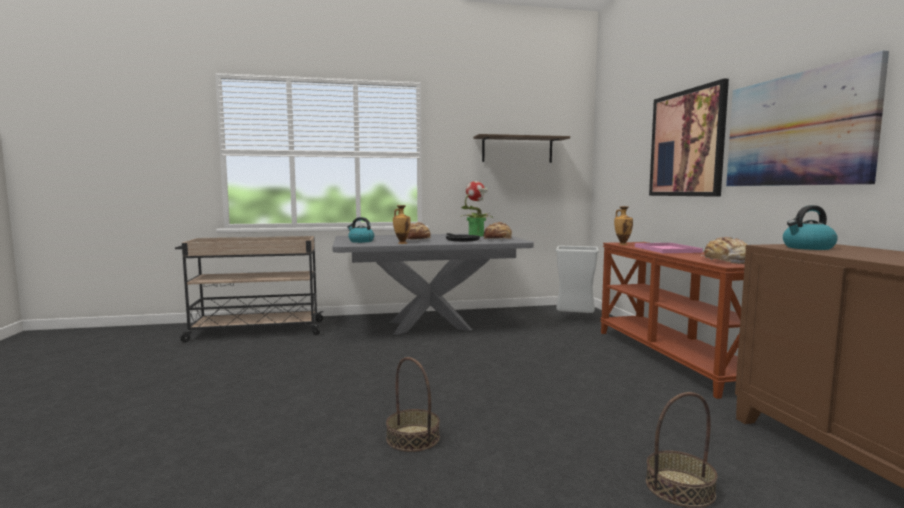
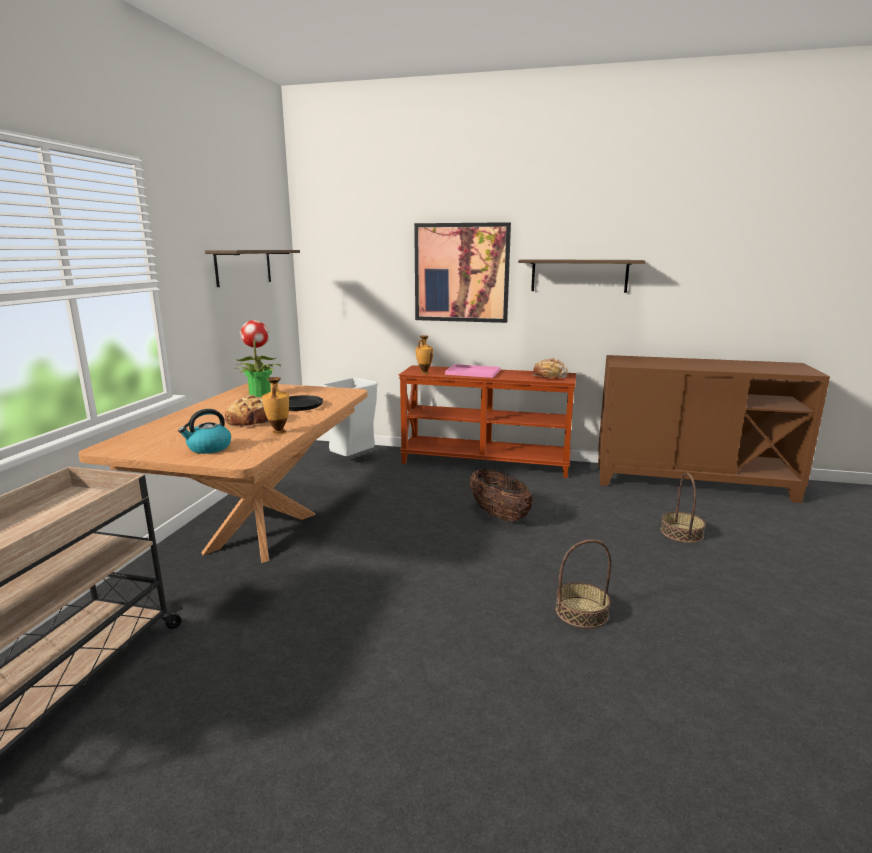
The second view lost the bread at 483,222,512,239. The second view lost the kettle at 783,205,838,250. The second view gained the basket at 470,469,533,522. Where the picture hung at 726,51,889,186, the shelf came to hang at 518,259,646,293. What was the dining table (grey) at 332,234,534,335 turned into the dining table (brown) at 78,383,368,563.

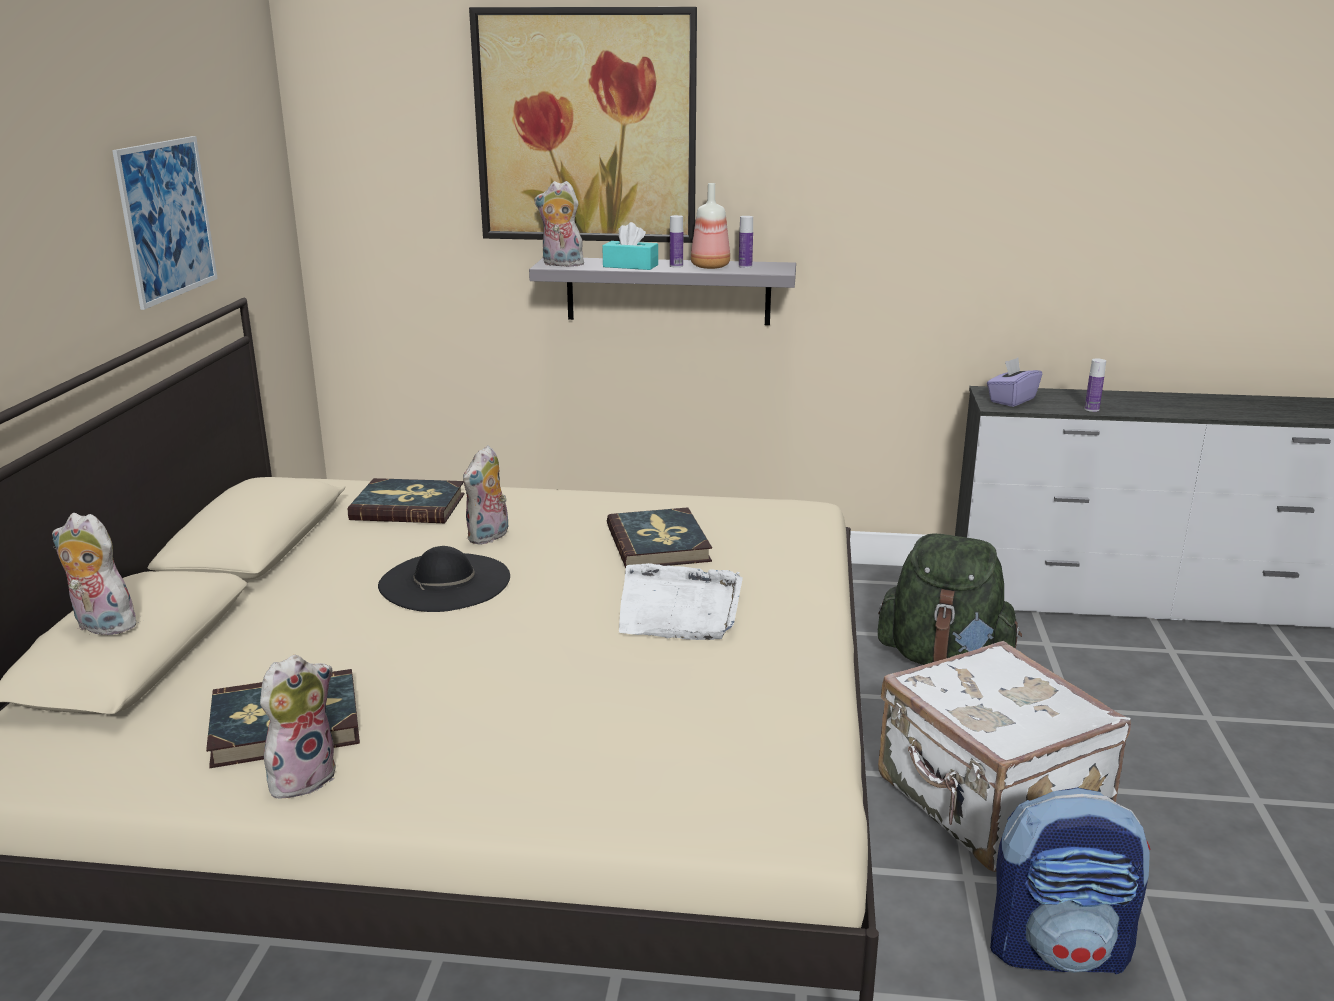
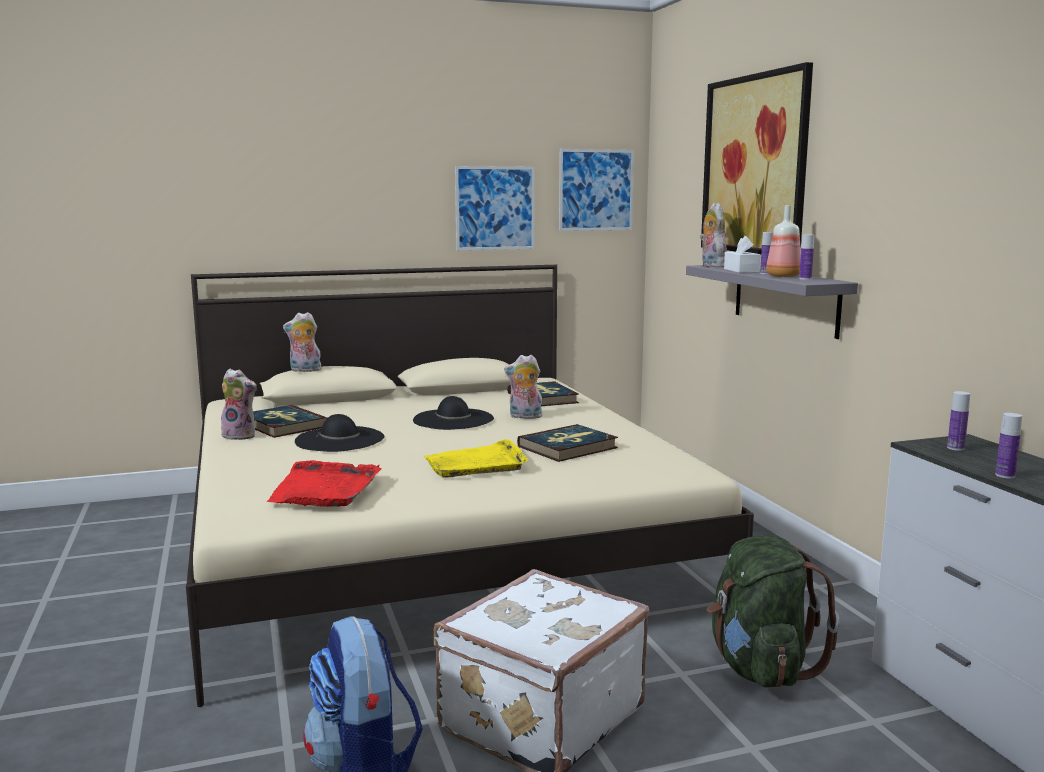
The second view gained the tray (red) at 267,460,381,507. The second view gained the hat (black) at 295,414,384,452. The second view gained the picture at 559,149,634,231. Where the tissue box (purple) stood at 987,358,1042,407, the bottle came to stand at 947,391,970,451. What was the tissue box (turquoise) at 602,222,658,270 turned into the tissue box (white) at 724,236,760,273. What was the tray (white) at 619,563,743,640 turned into the tray (yellow) at 424,439,529,478. The plush toy at 52,513,143,638 ended up facing another way, 90 degrees counterclockwise from before.

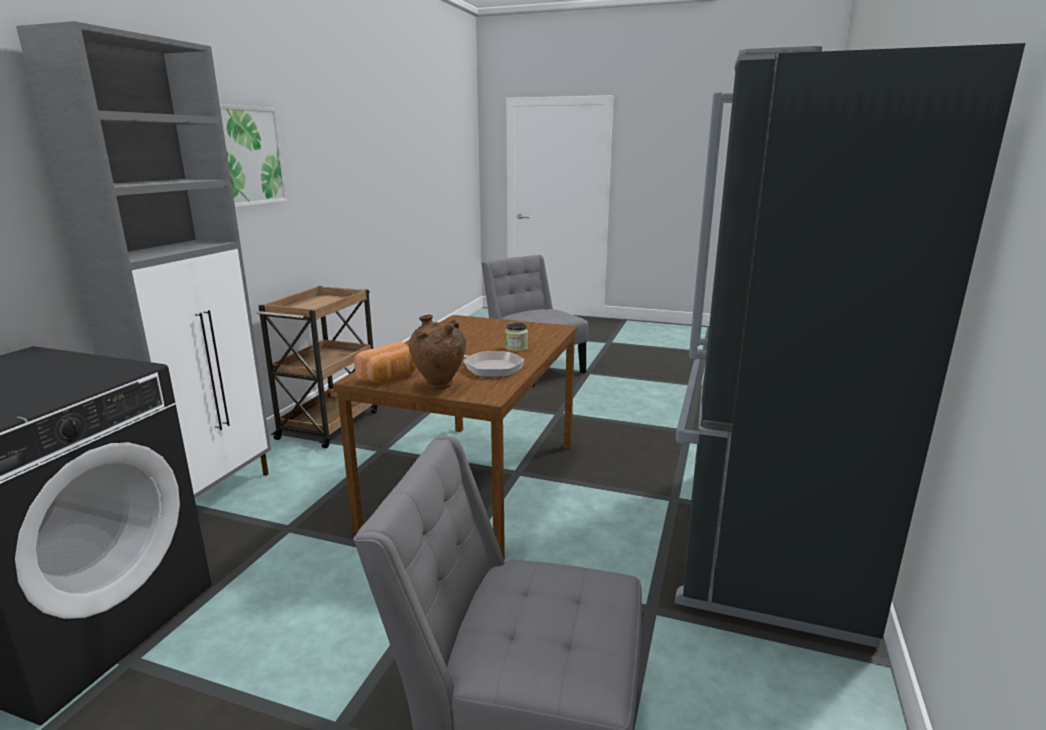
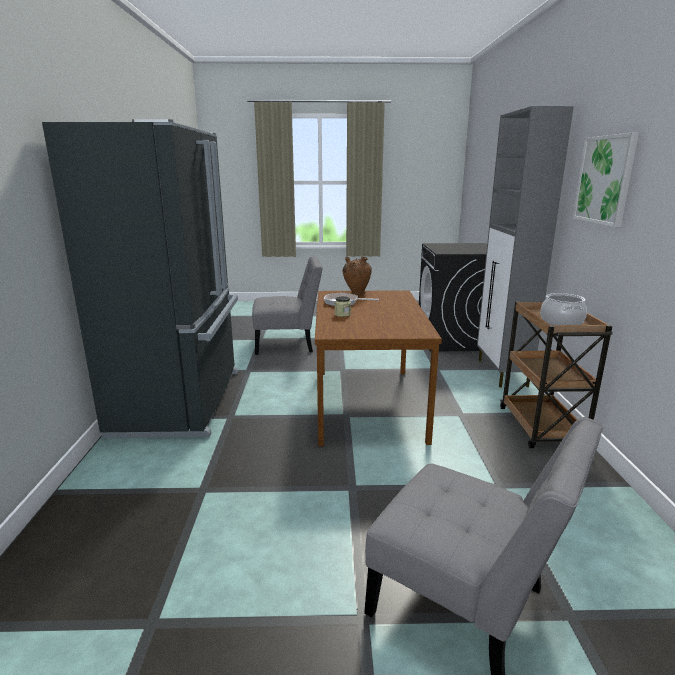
The second view lost the bread at 354,341,416,383. The second view gained the cooking pot at 540,293,587,325.

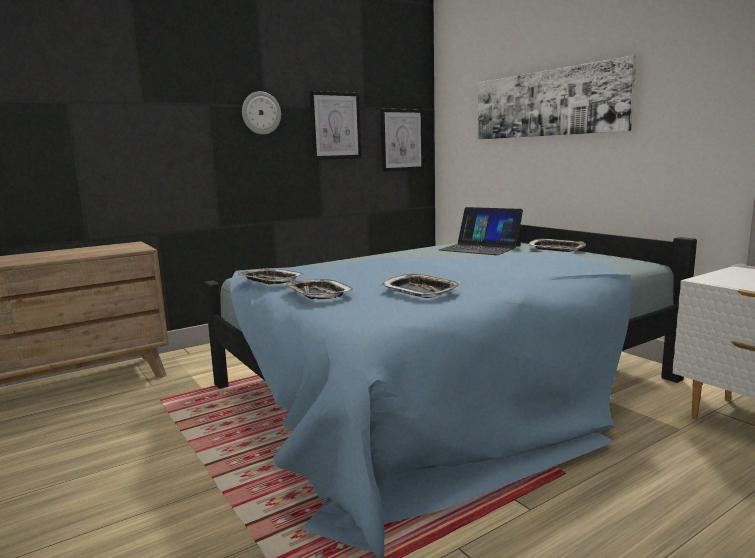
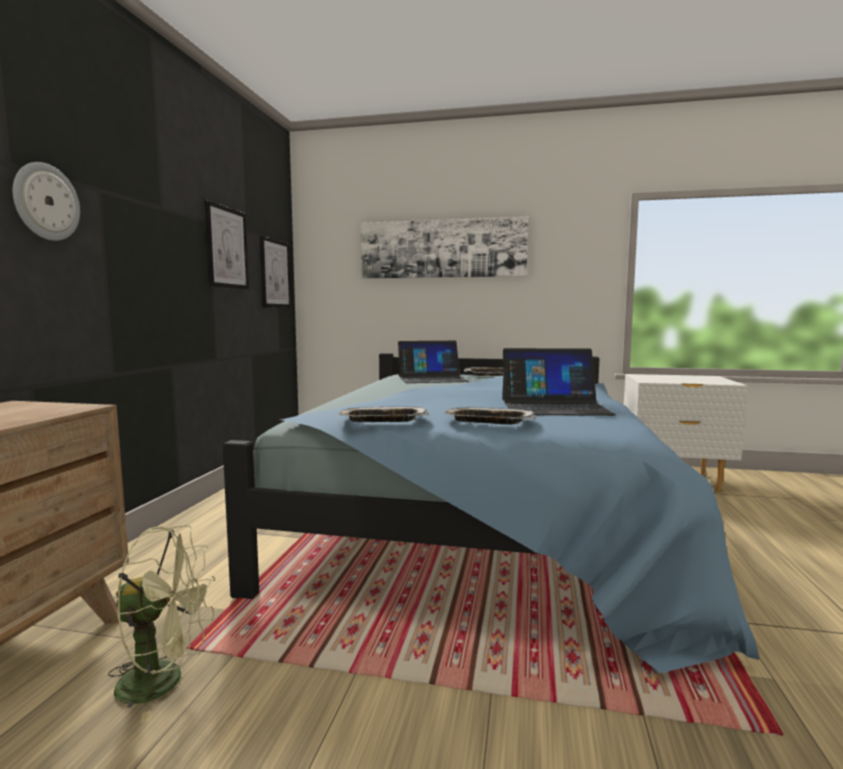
The second view gained the fan (green) at 108,525,215,723. The wall clock ended up elsewhere, having gone from 242,91,281,135 to 13,162,80,241. Where the tray stood at 381,274,460,298, the laptop came to stand at 502,348,616,416.

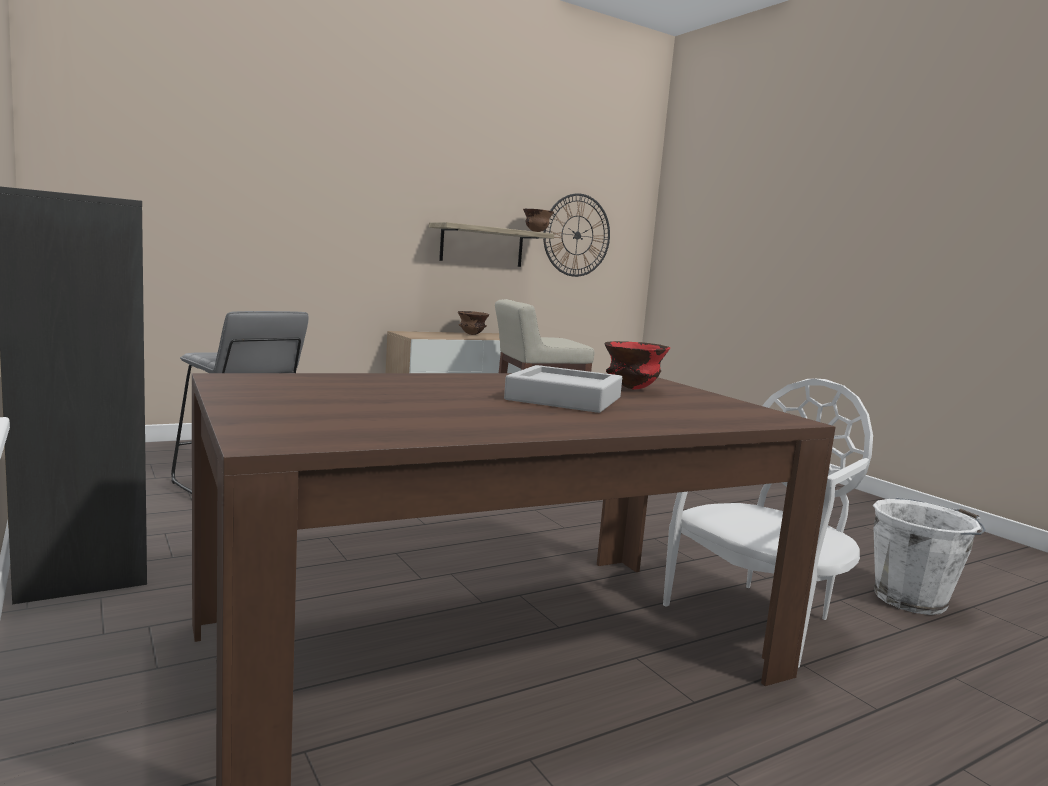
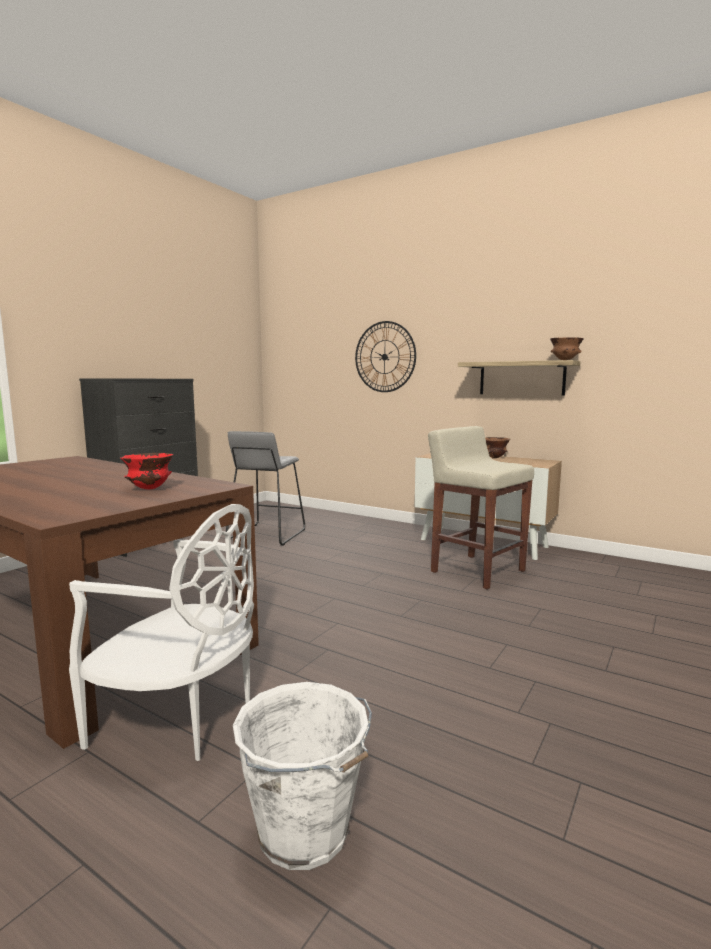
The second view lost the tray (grey) at 504,365,622,413. The wall clock ended up elsewhere, having gone from 543,193,610,277 to 355,321,416,392.

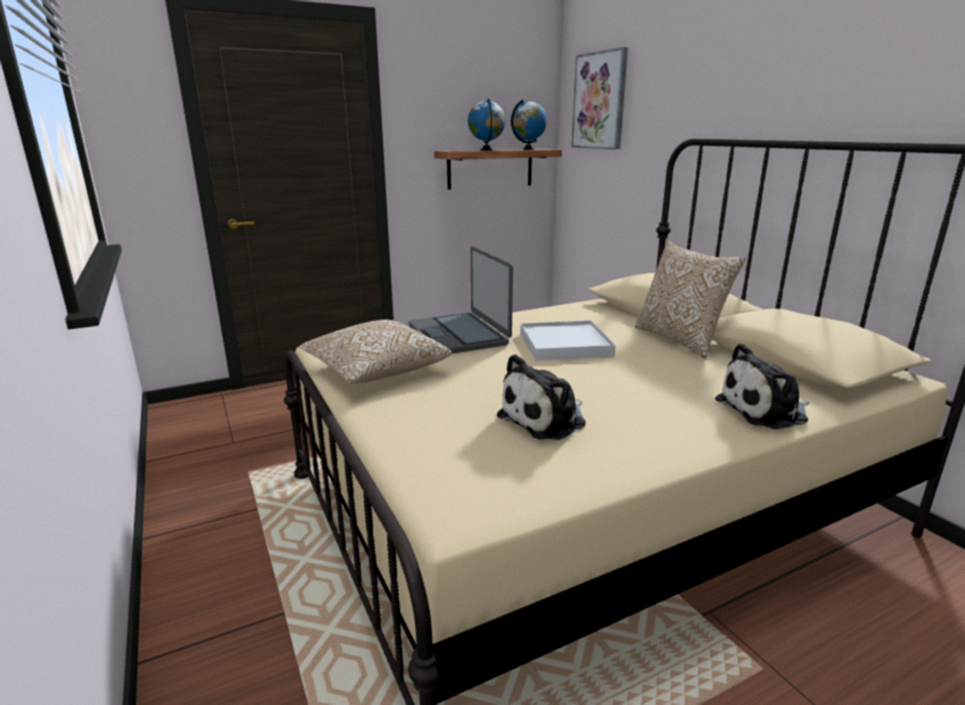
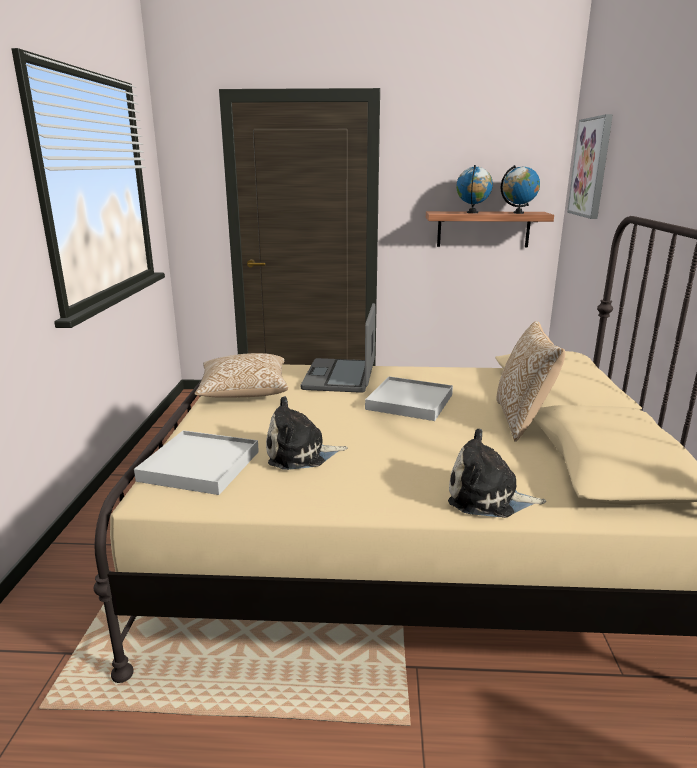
The second view gained the tray (white) at 134,430,259,495.

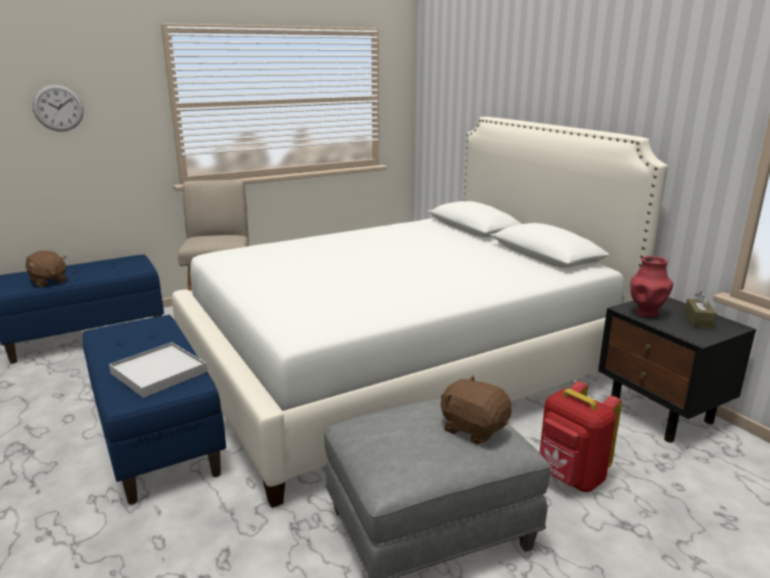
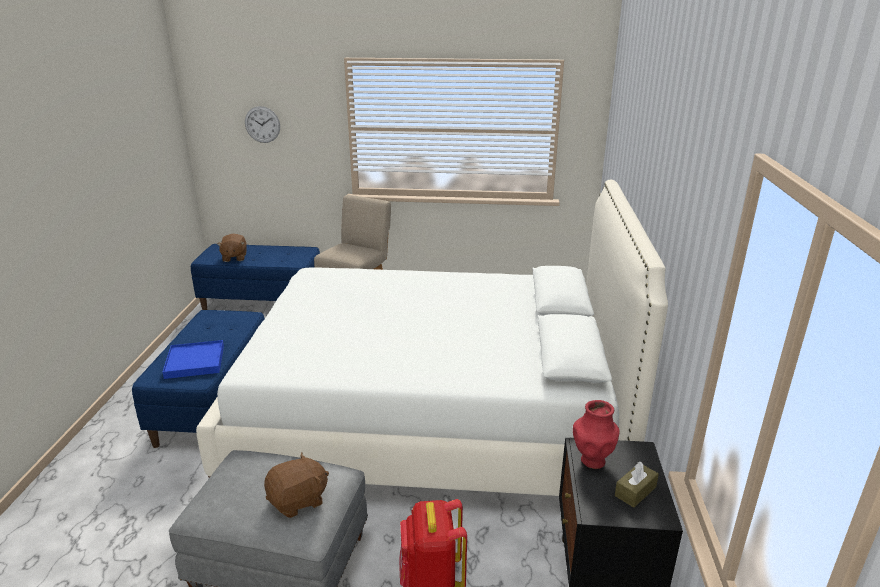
What was the tray (white) at 109,342,207,398 turned into the tray (blue) at 163,340,224,379. The plush toy (brown) at 441,375,512,445 ended up facing another way, 75 degrees clockwise from before.

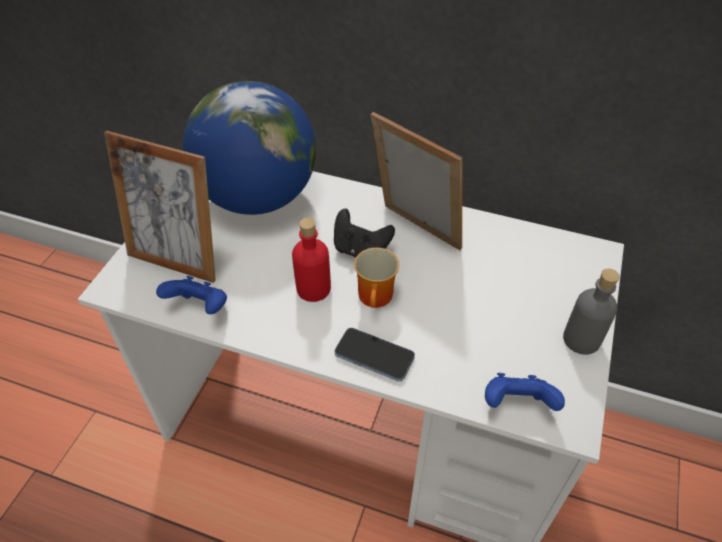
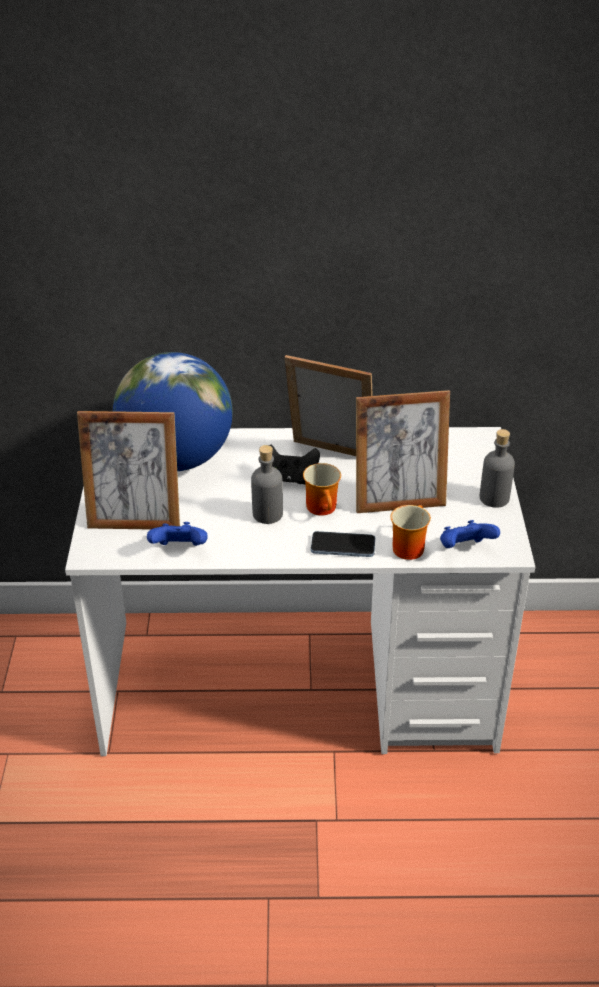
The second view gained the picture frame at 356,390,450,513. The second view gained the mug at 390,505,431,560. What was the bottle (red) at 292,217,331,302 turned into the bottle (grey) at 251,445,283,524.

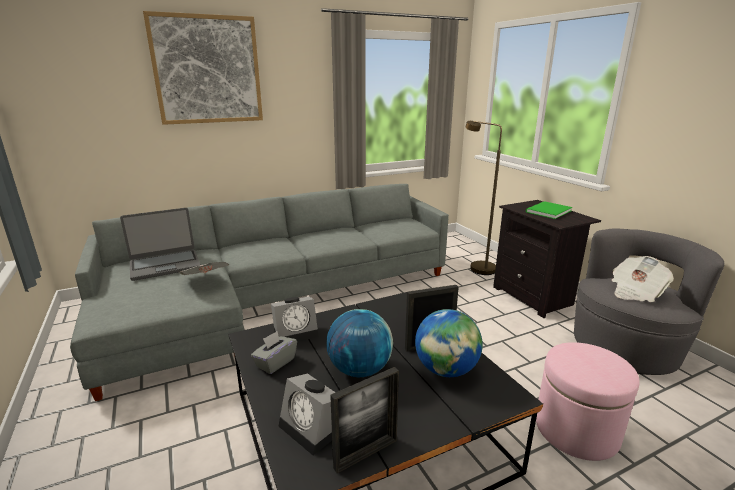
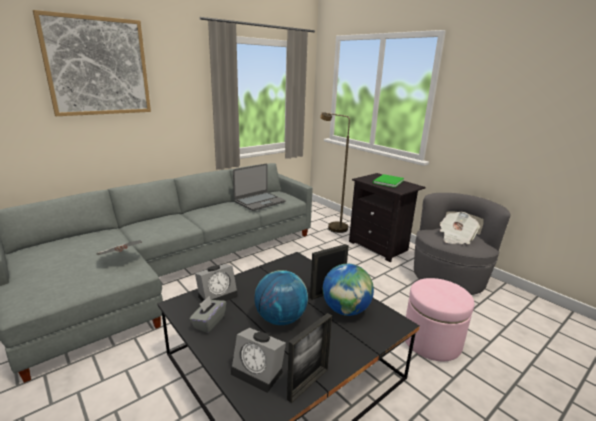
The laptop ended up elsewhere, having gone from 120,208,201,281 to 233,164,285,211.

